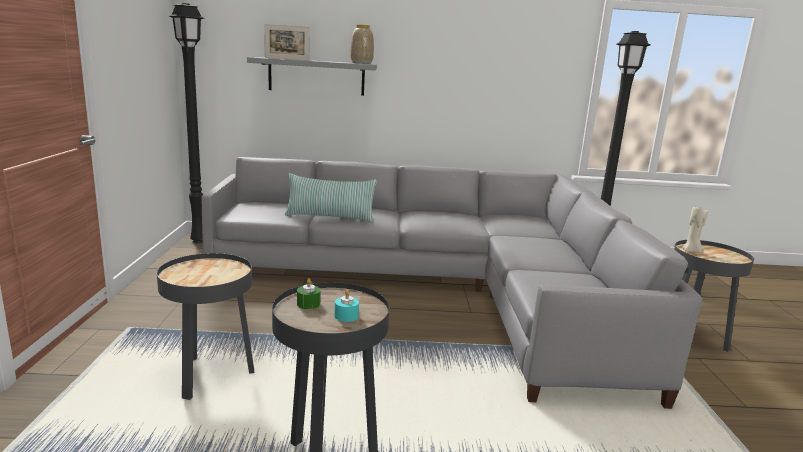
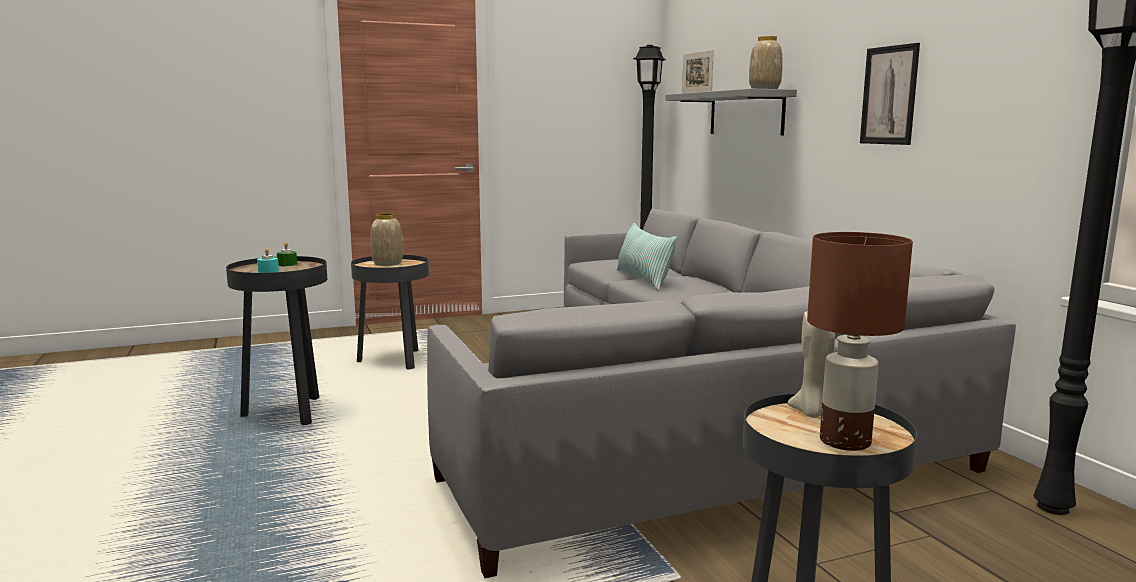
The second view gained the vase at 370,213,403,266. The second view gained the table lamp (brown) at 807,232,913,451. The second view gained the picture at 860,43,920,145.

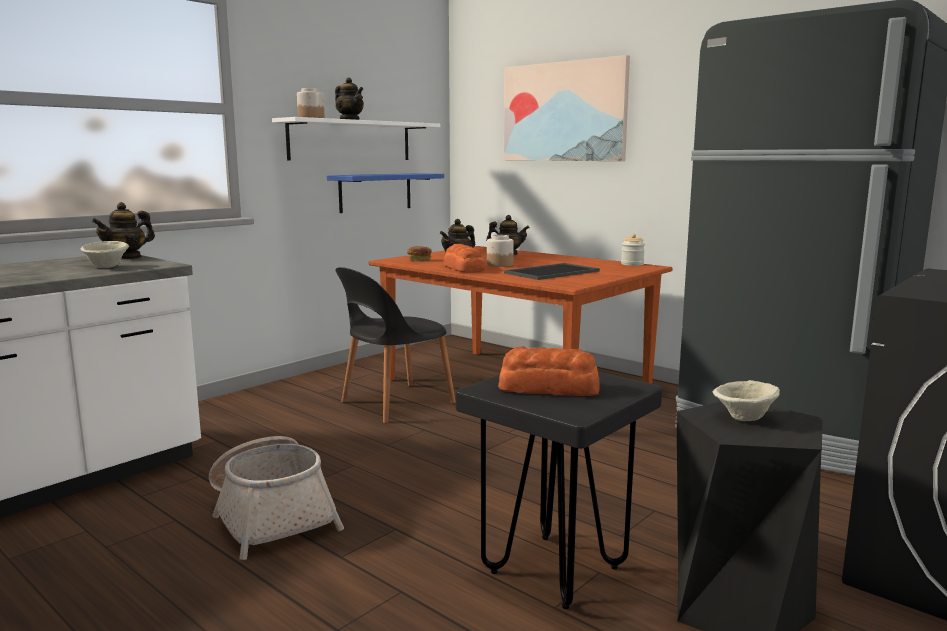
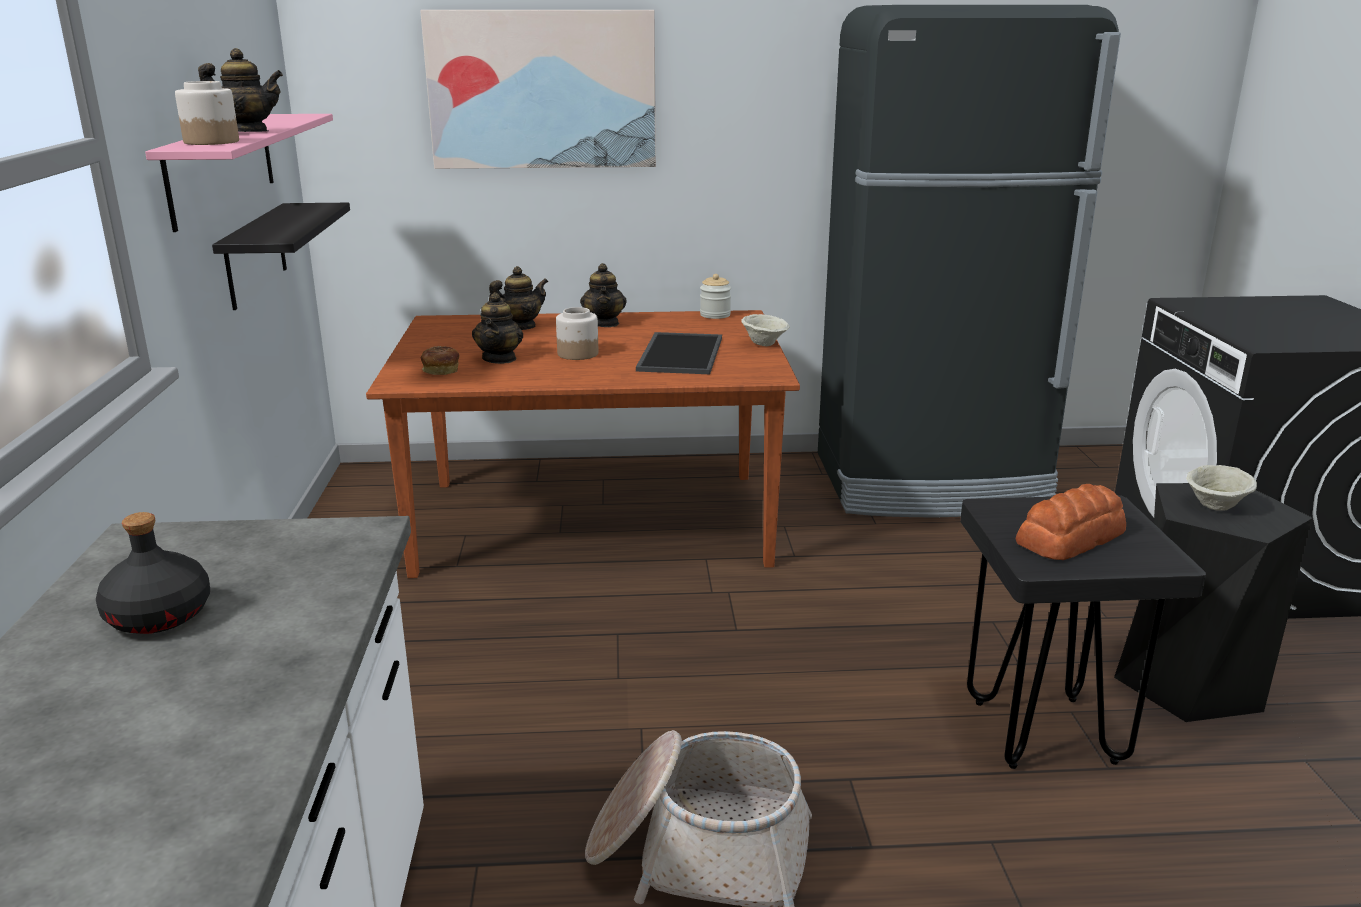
The second view lost the chair (black) at 335,267,455,423. The second view lost the bread at 443,244,485,272. The second view gained the bottle (black) at 96,512,210,634. The bowl (beige) ended up elsewhere, having gone from 80,241,129,268 to 741,314,790,346. The teapot ended up elsewhere, having gone from 92,202,155,260 to 580,263,627,327. What was the shelf (white) at 272,117,440,161 turned into the shelf (pink) at 145,114,333,232. What was the shelf (blue) at 327,173,444,213 turned into the shelf (black) at 212,203,350,310.

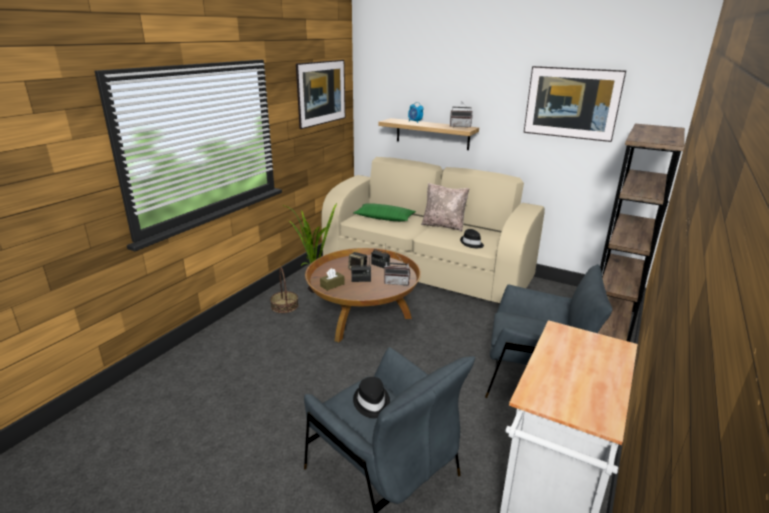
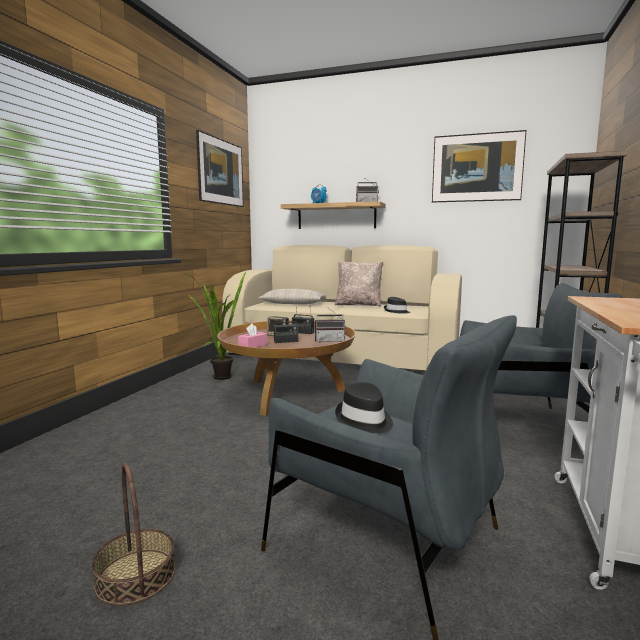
The basket ended up elsewhere, having gone from 270,267,299,313 to 92,463,175,606. What was the tissue box (brown) at 320,268,345,291 turned into the tissue box (pink) at 238,323,268,348. What was the pillow (green) at 353,203,416,222 turned into the pillow (beige) at 258,289,326,304.

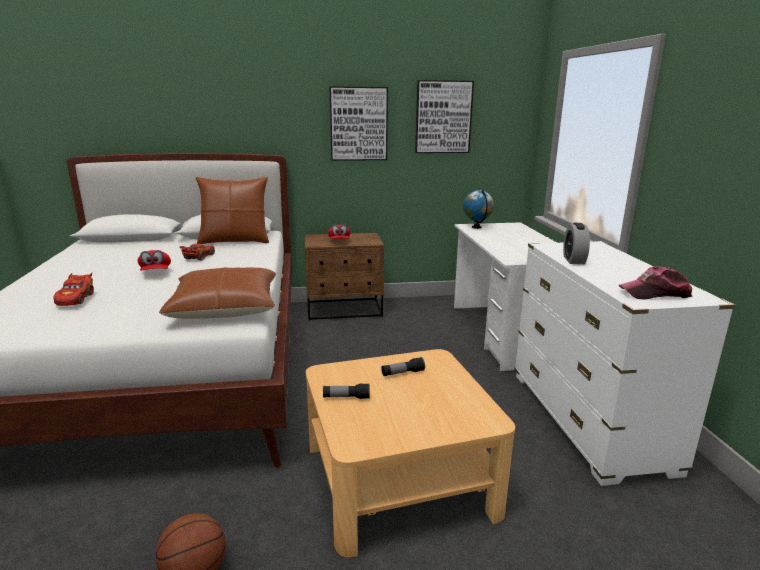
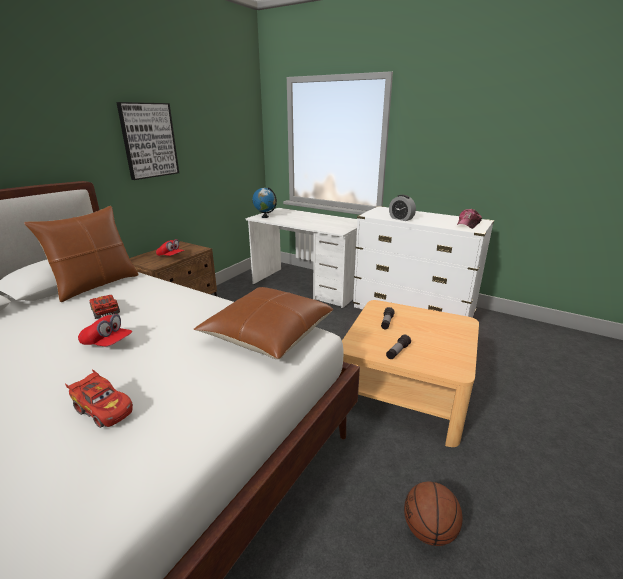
The second view lost the picture at 415,80,474,153.

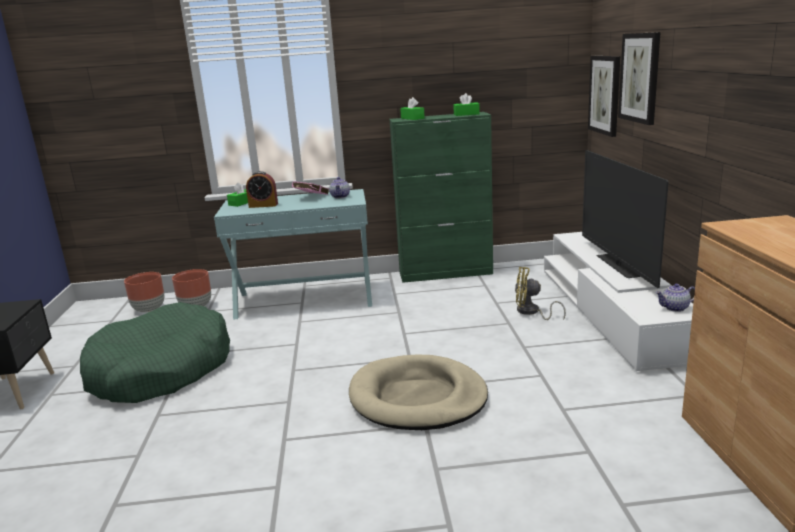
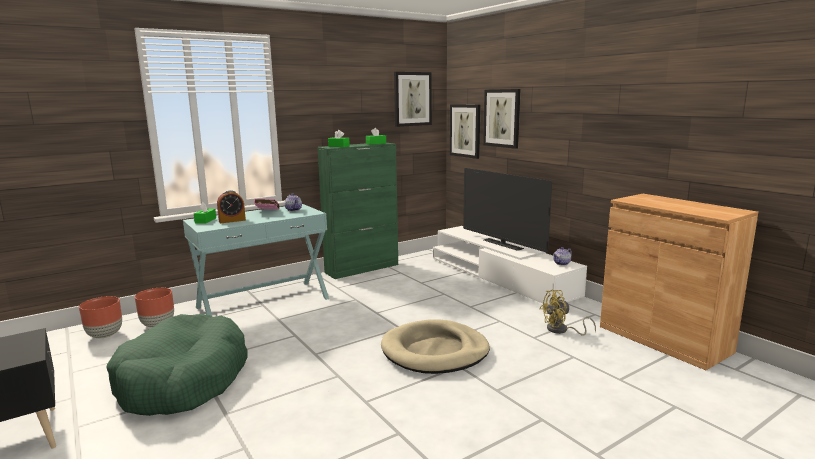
The second view gained the picture at 394,72,432,127. The fan (yellow) ended up elsewhere, having gone from 515,267,566,320 to 540,290,596,336.

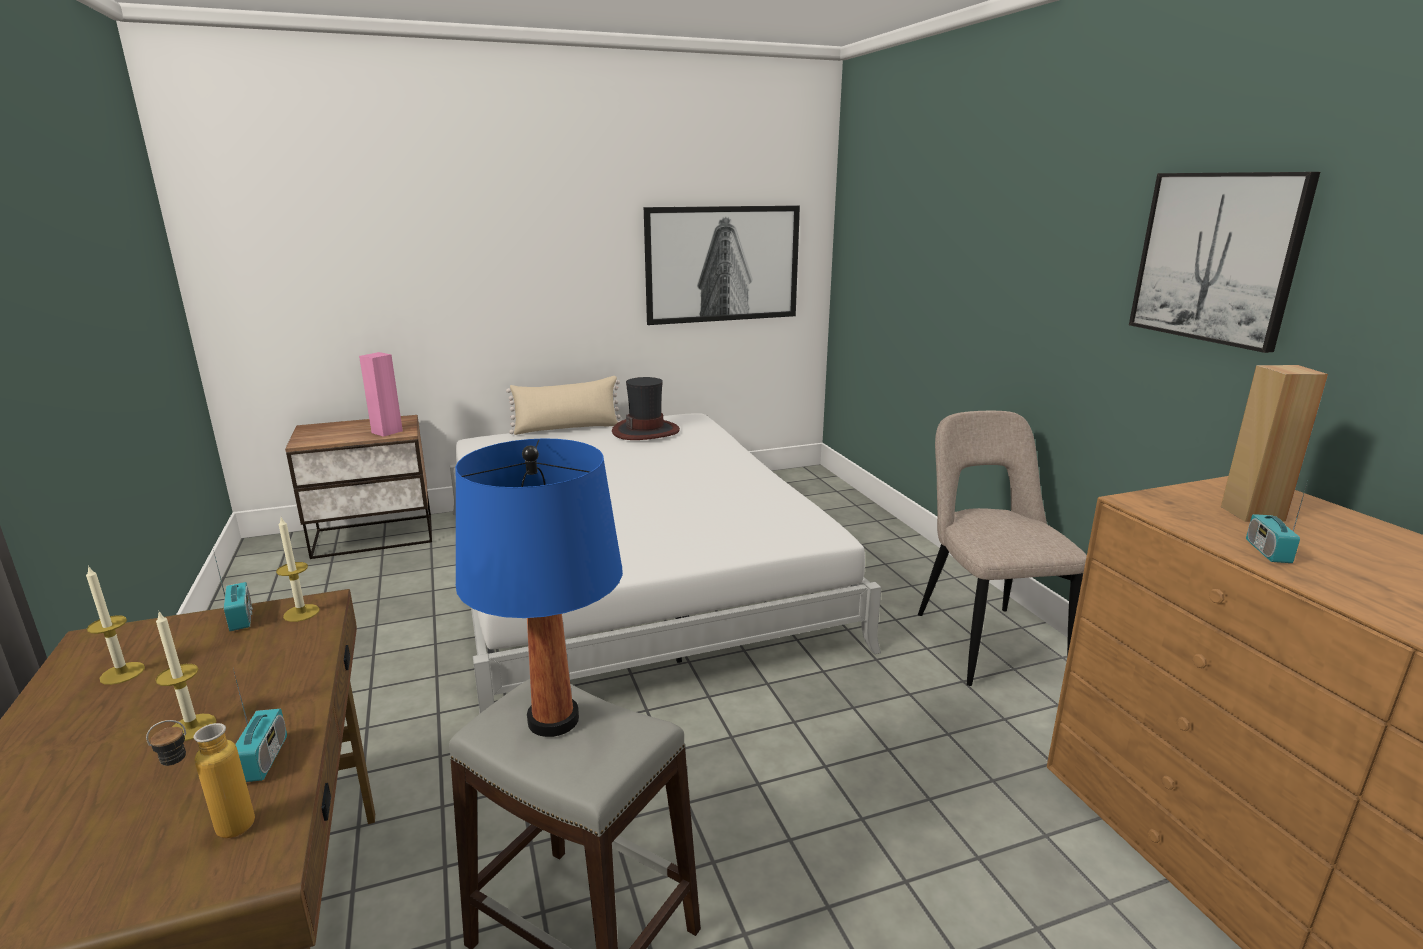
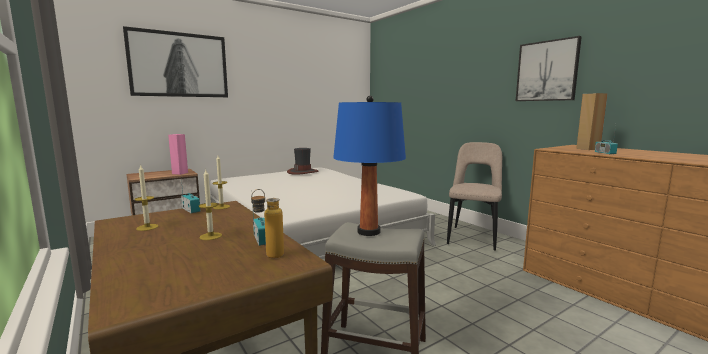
The second view lost the pillow (beige) at 506,376,621,435. The picture ended up elsewhere, having gone from 644,205,800,325 to 123,26,228,97. The chair (beige) at 918,411,1087,686 ended up facing another way, 45 degrees clockwise from before.

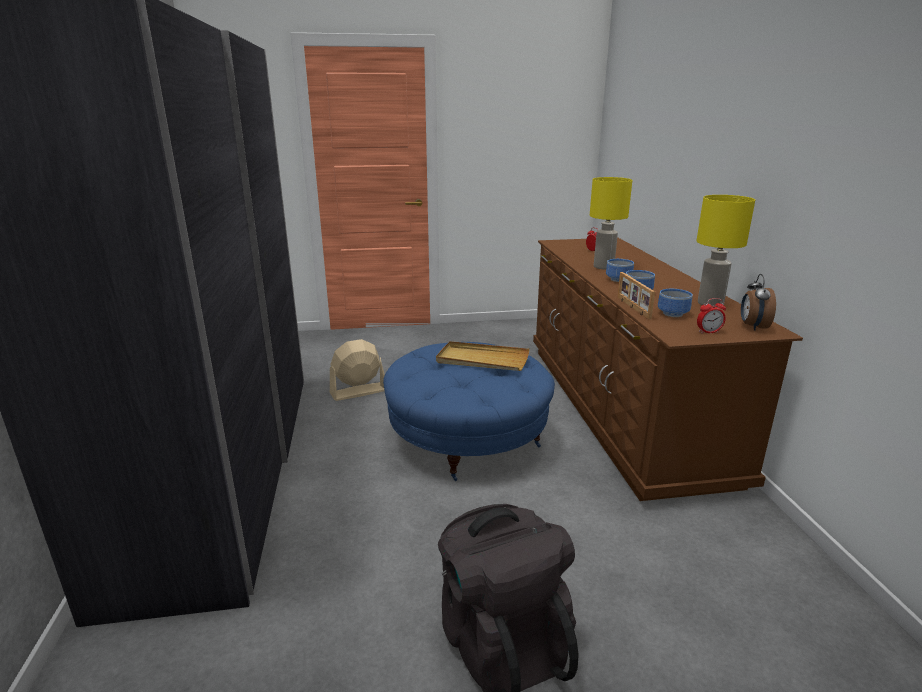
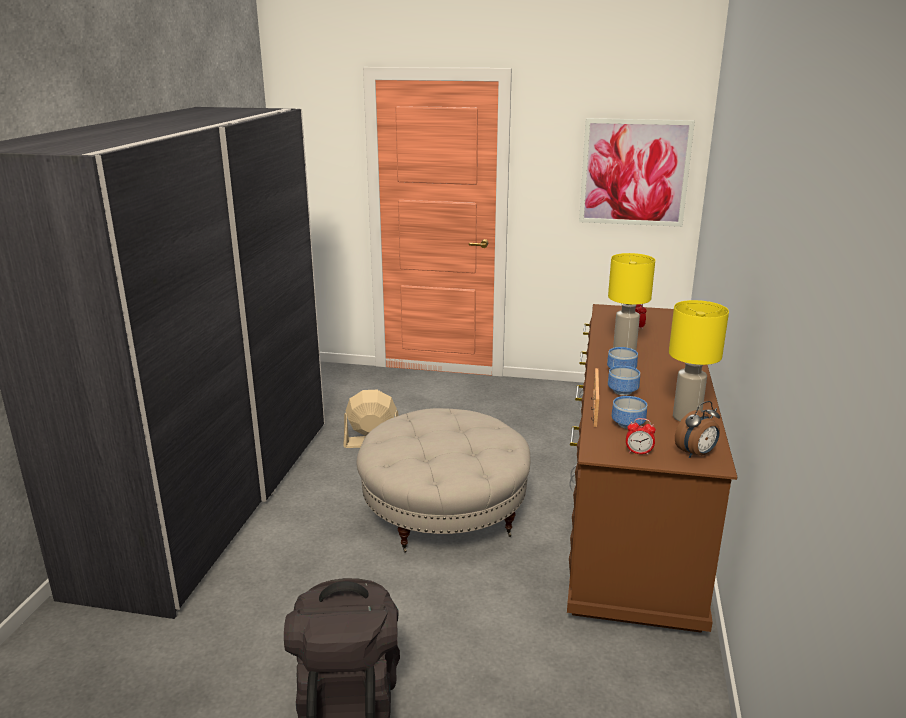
The second view lost the tray (beige) at 436,341,530,371. The second view gained the picture at 579,118,695,227. What was the ottoman (blue) at 383,342,555,481 turned into the ottoman (beige) at 357,408,531,553. The alarm clock at 741,274,776,331 ended up facing another way, 150 degrees counterclockwise from before.

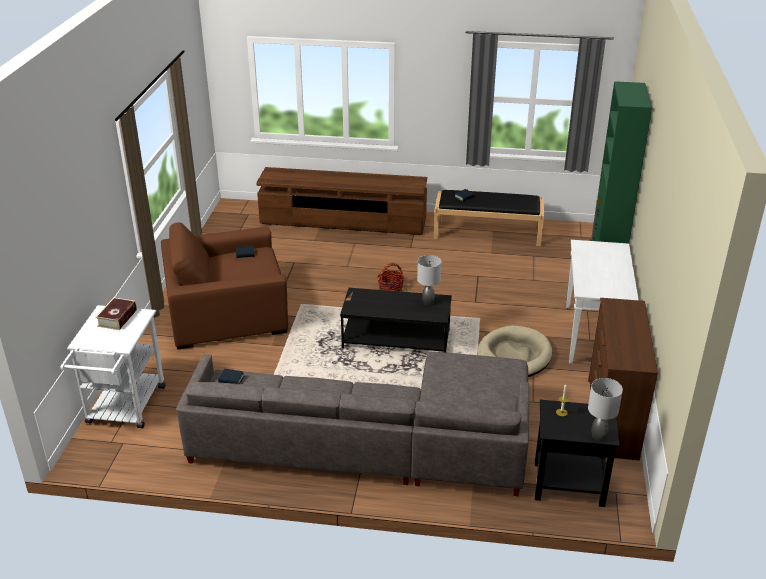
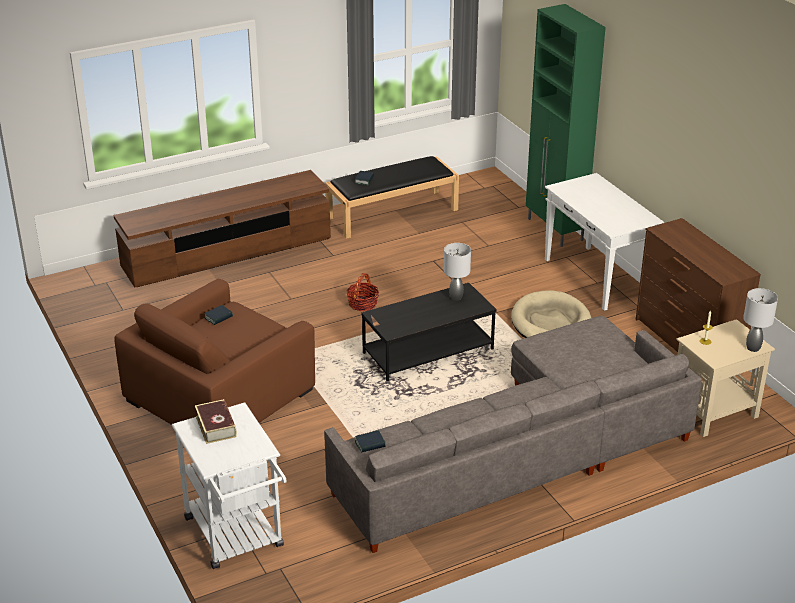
What was the side table (black) at 535,400,619,507 turned into the side table (beige) at 676,319,775,437.

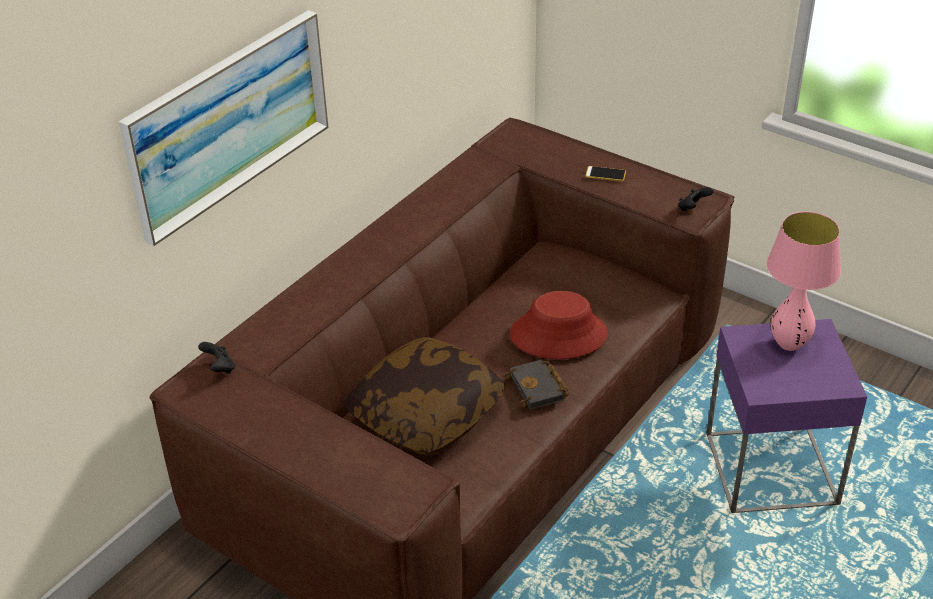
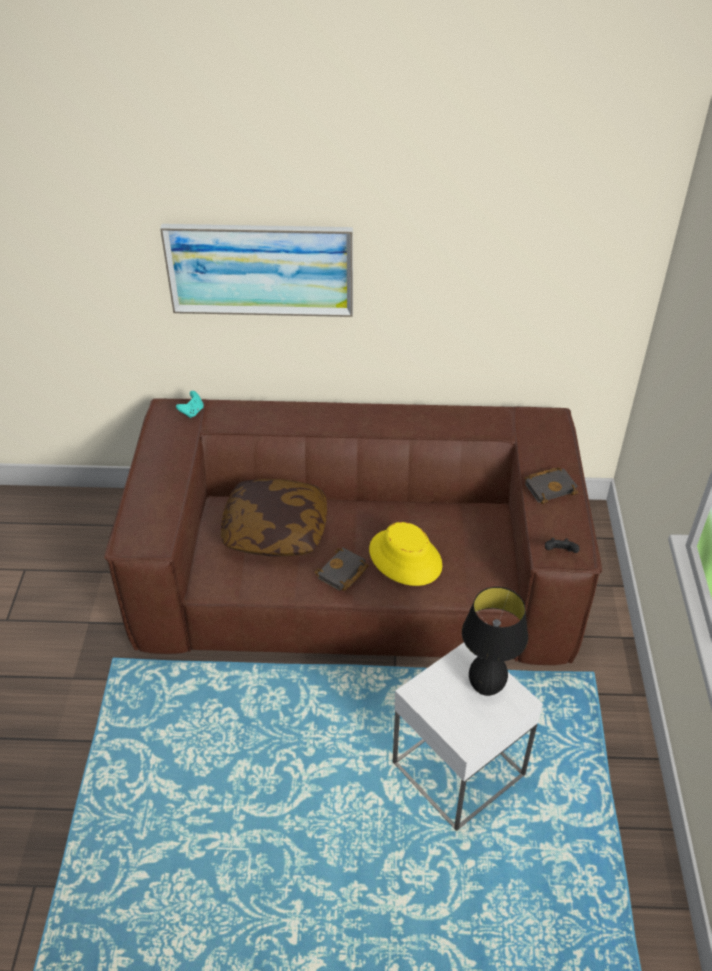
Where the phone stood at 585,166,626,182, the book (black) came to stand at 525,467,578,504. What was the game controller (black) at 198,342,235,374 turned into the game controller (turquoise) at 176,391,204,418. What was the hat (red) at 510,291,608,359 turned into the hat (yellow) at 369,522,442,586. What was the side table (purple) at 706,319,867,513 turned into the side table (white) at 393,642,543,831. What was the table lamp (pink) at 767,212,841,351 turned into the table lamp (black) at 462,587,528,696.

